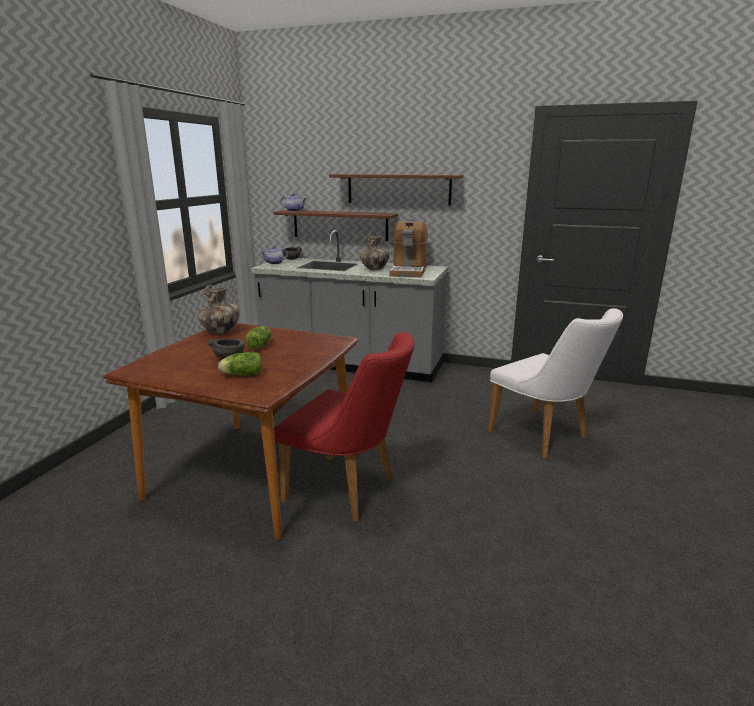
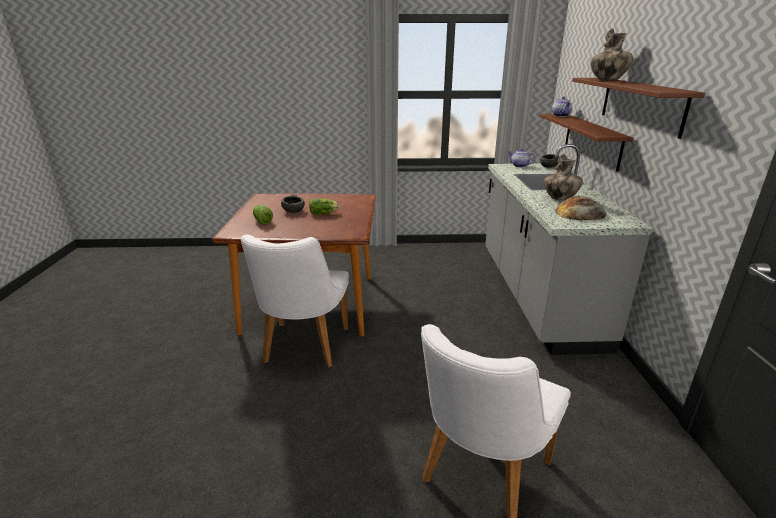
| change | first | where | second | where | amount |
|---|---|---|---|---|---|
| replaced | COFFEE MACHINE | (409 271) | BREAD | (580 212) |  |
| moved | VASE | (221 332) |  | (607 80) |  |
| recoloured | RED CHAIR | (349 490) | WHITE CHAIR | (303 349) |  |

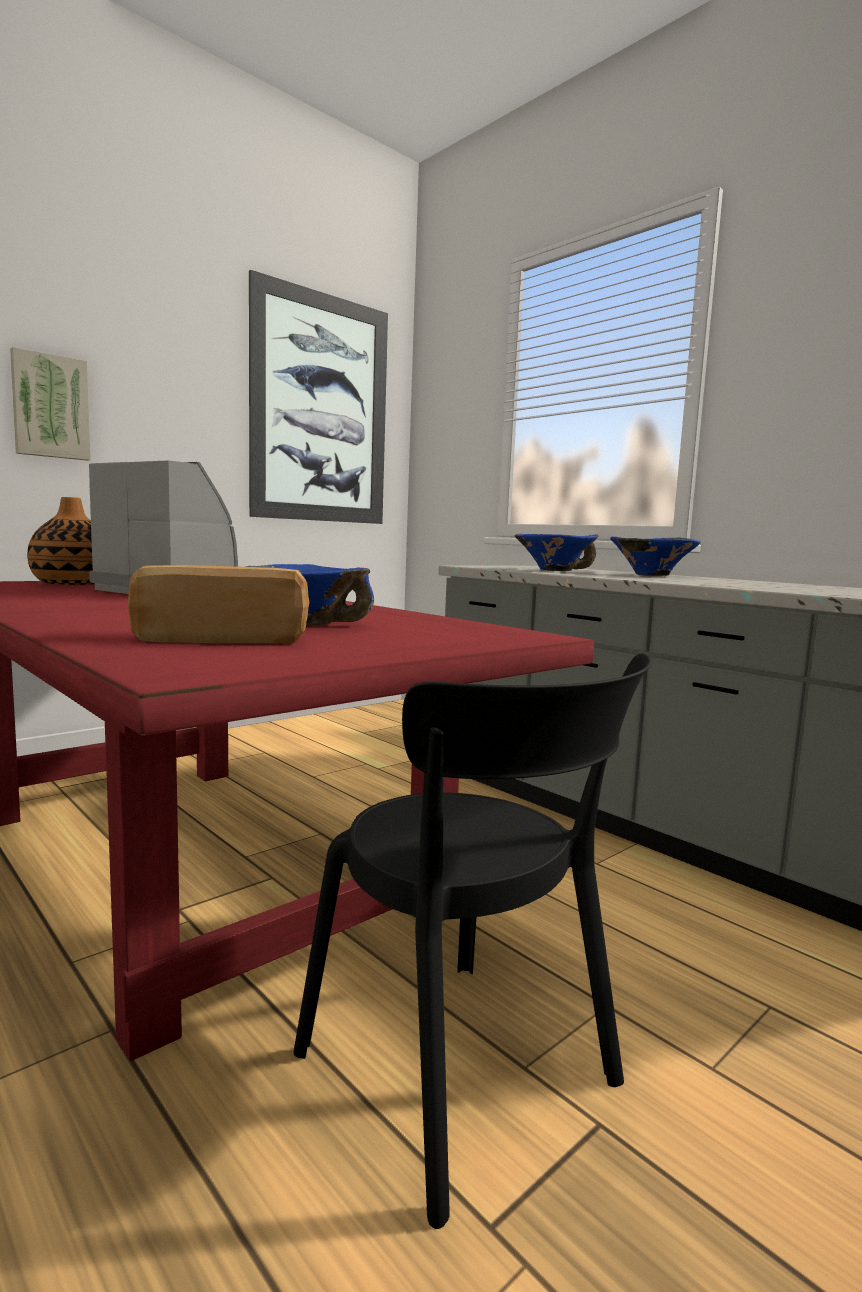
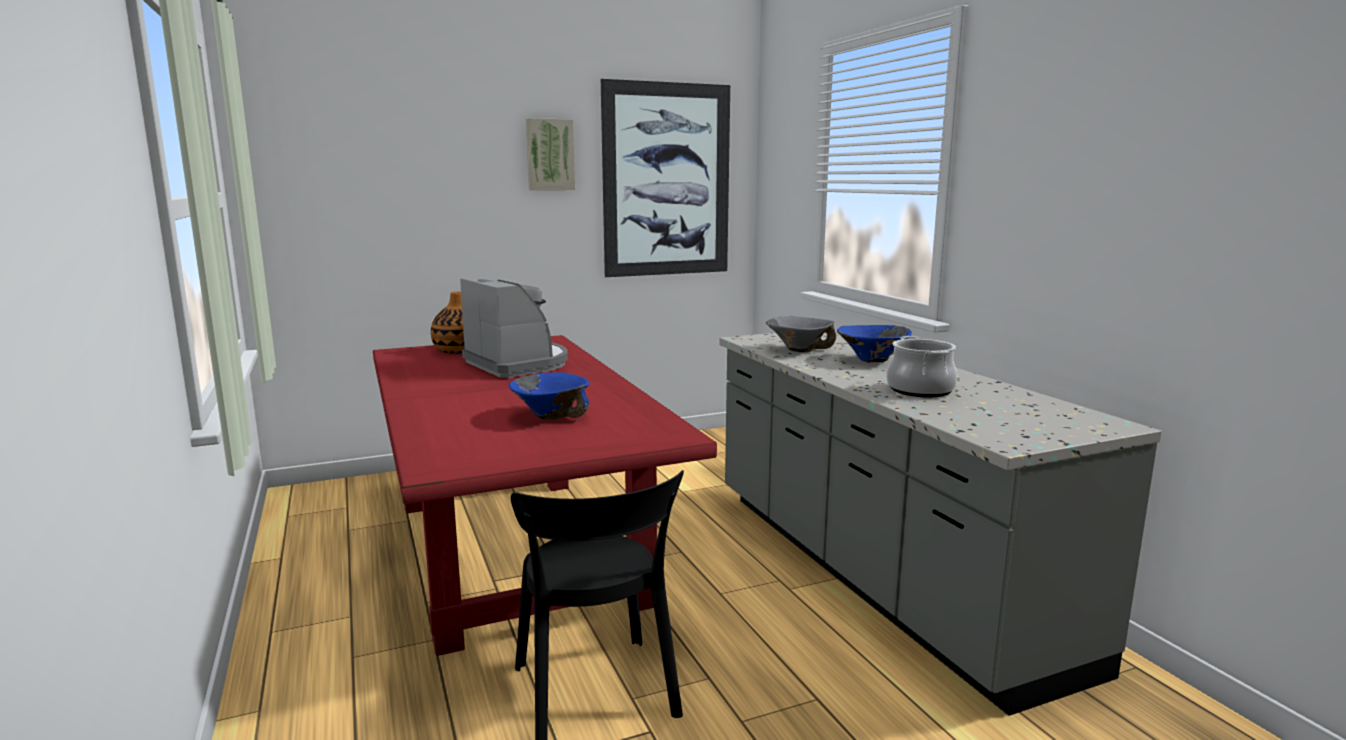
| change | first | where | second | where | amount |
|---|---|---|---|---|---|
| moved | PICTURE | (50 407) |  | (550 155) |  |
| recoloured | BLUE BOWL | (554 571) | GREY BOWL | (799 350) |  |
| removed | BREAD | (224 638) |  |  |  |
| added |  |  | COOKING POT | (919 390) |  |

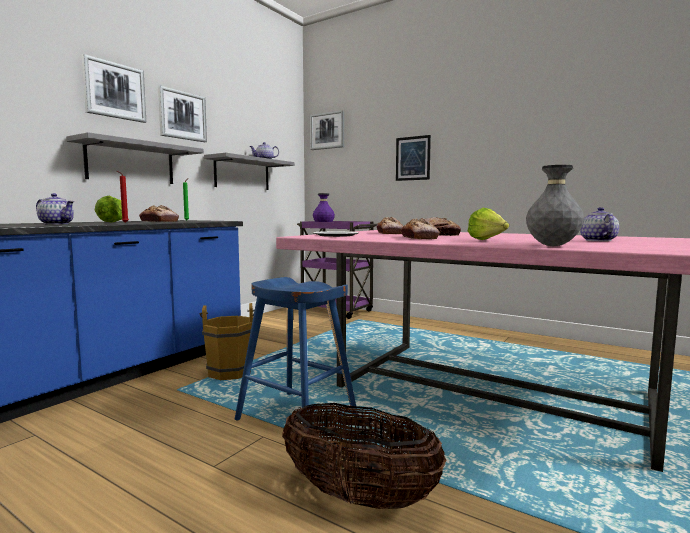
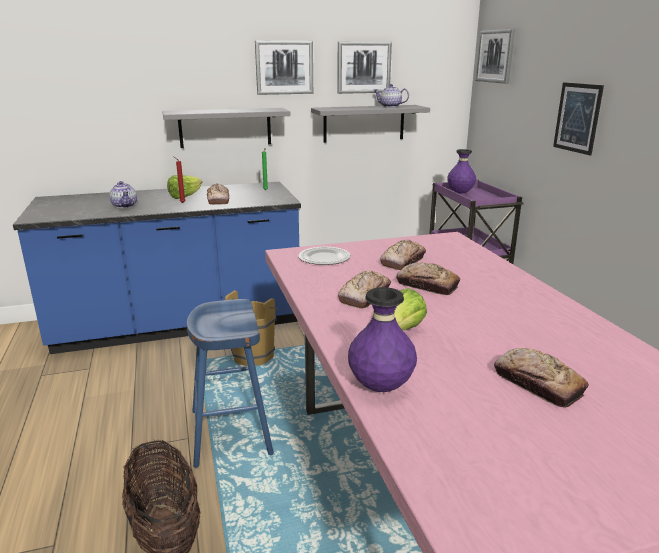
| change | first | where | second | where | amount |
|---|---|---|---|---|---|
| moved | PICTURE | (114 90) |  | (363 67) |  |
| recoloured | GREY VASE | (552 246) | PURPLE VASE | (380 387) |  |
| replaced | TEAPOT | (597 240) | BREAD | (537 384) |  |

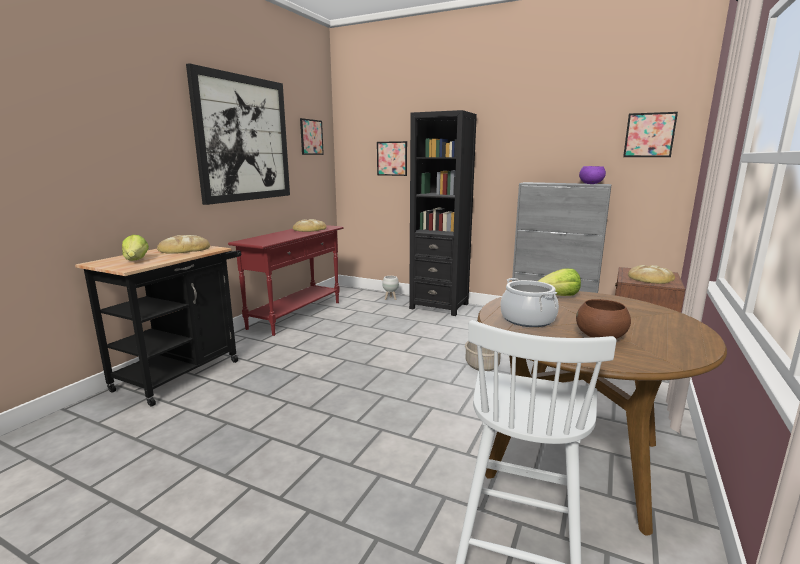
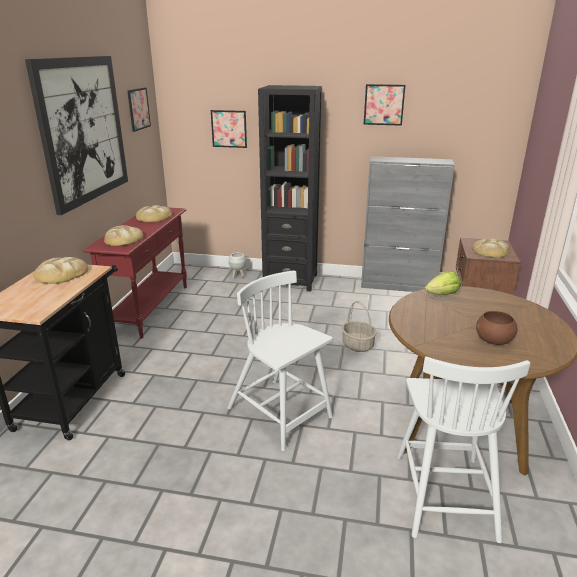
| change | first | where | second | where | amount |
|---|---|---|---|---|---|
| moved | PICTURE | (649 135) |  | (384 104) |  |
| removed | PURPLE BOWL | (590 184) |  |  |  |
| removed | LETTUCE | (136 260) |  |  |  |
| removed | COOKING POT | (528 319) |  |  |  |
| added |  |  | BREAD | (123 239) |  |
| added |  |  | WHITE CHAIR | (280 414) |  |

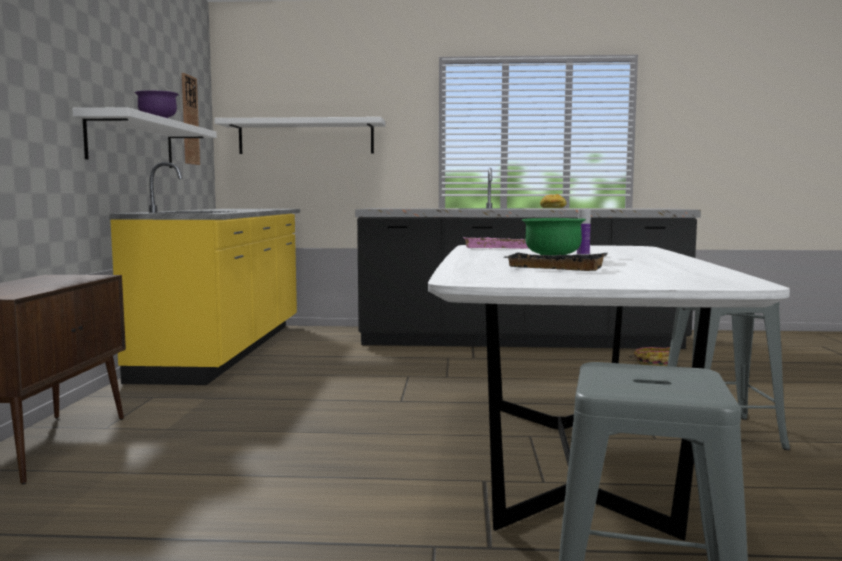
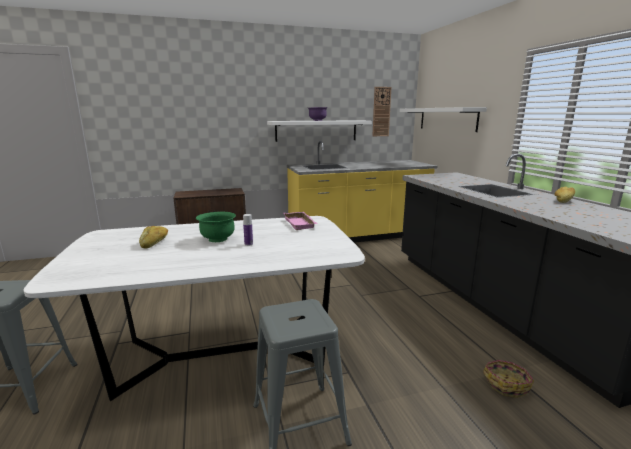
| change | first | where | second | where | amount |
|---|---|---|---|---|---|
| replaced | BLACK TRAY | (553 268) | BREAD | (155 242) |  |

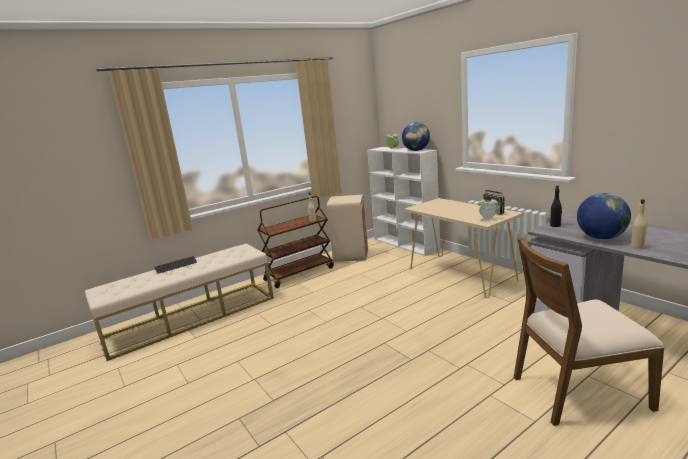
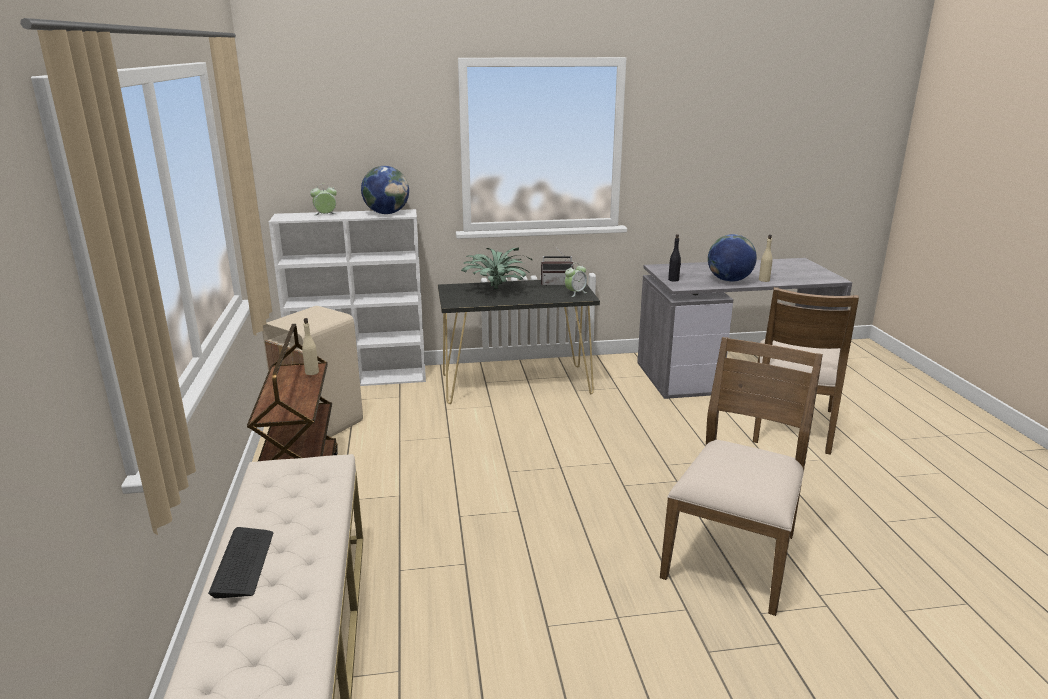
| change | first | where | second | where | amount |
|---|---|---|---|---|---|
| recoloured | BEIGE CONSOLE TABLE | (461 275) | BLACK CONSOLE TABLE | (517 384) |  |
| added |  |  | POTTED PLANT | (497 290) |  |
| added |  |  | BROWN CHAIR | (733 556) |  |

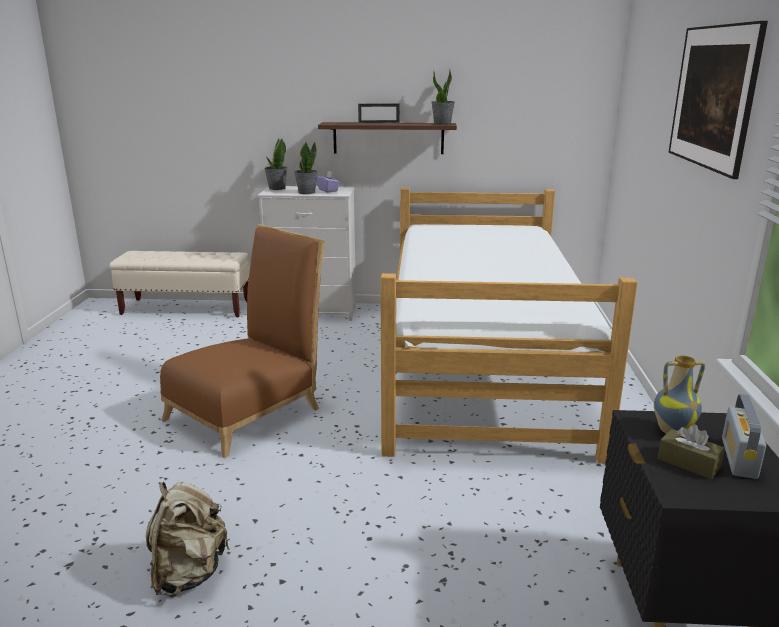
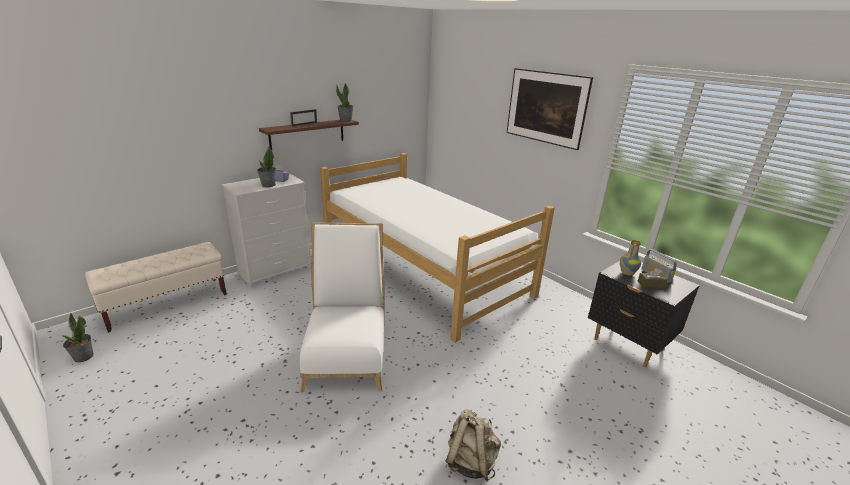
| change | first | where | second | where | amount |
|---|---|---|---|---|---|
| moved | POTTED PLANT | (276 188) |  | (83 357) |  |
| recoloured | BROWN CHAIR | (250 410) | WHITE CHAIR | (347 354) |  |

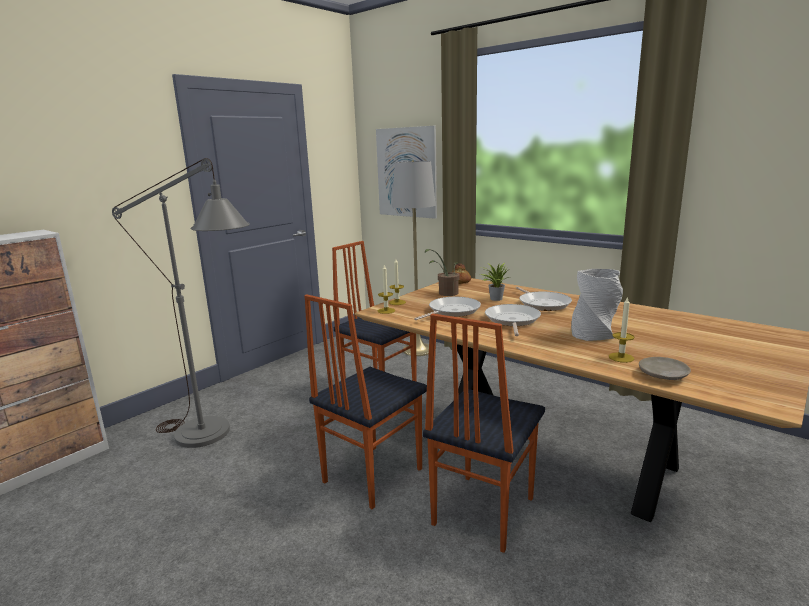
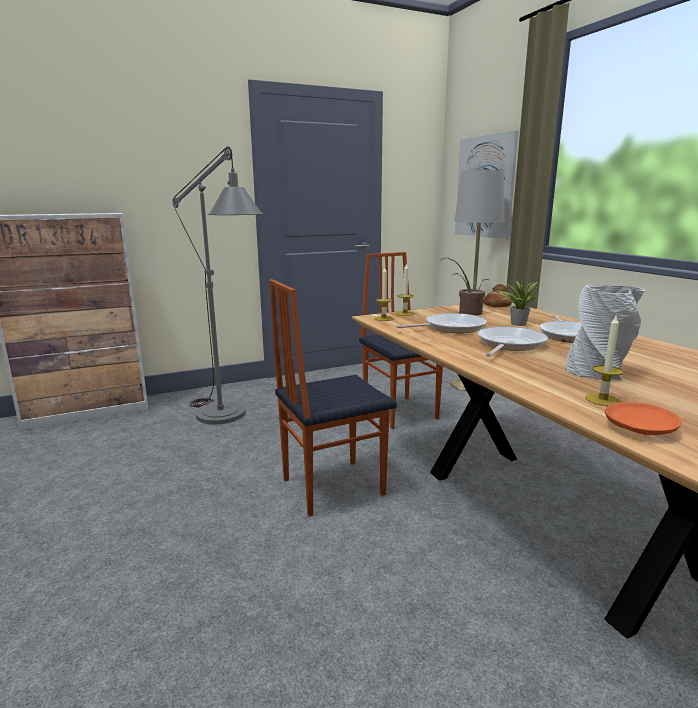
| change | first | where | second | where | amount |
|---|---|---|---|---|---|
| removed | CHAIR | (481 511) |  |  |  |
| recoloured | BEIGE PLATE | (662 375) | ORANGE PLATE | (639 428) |  |

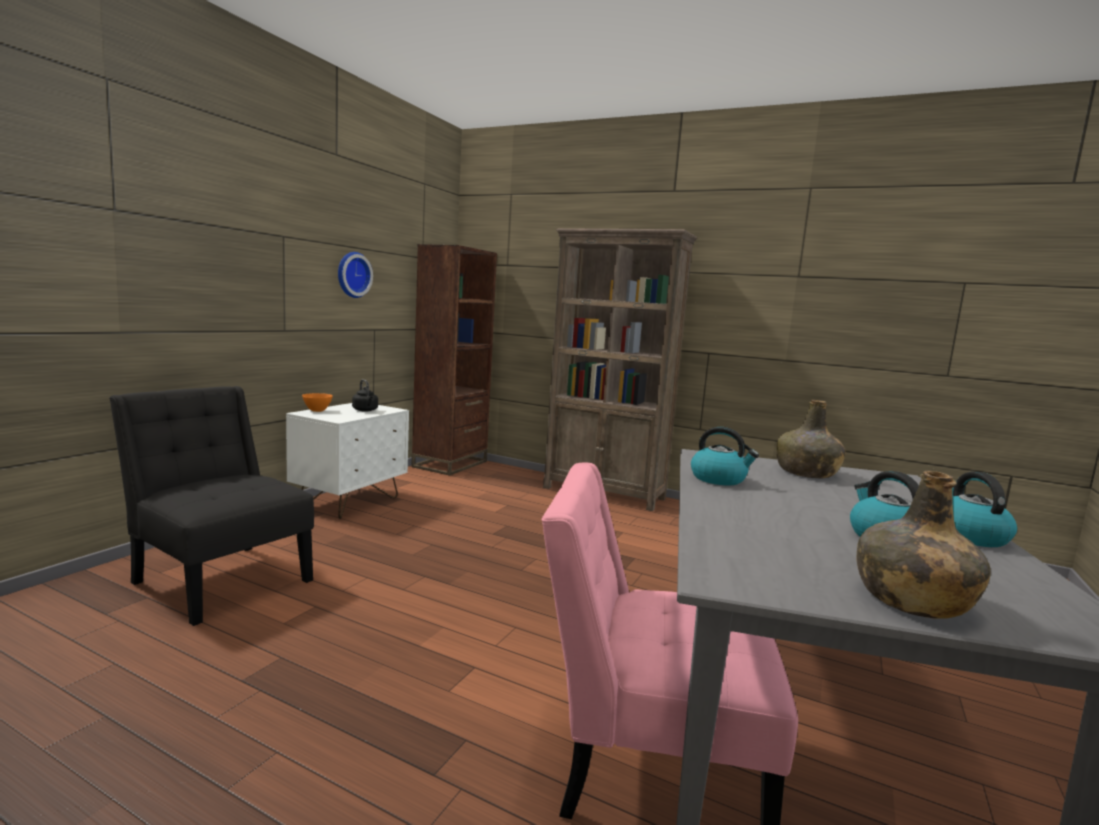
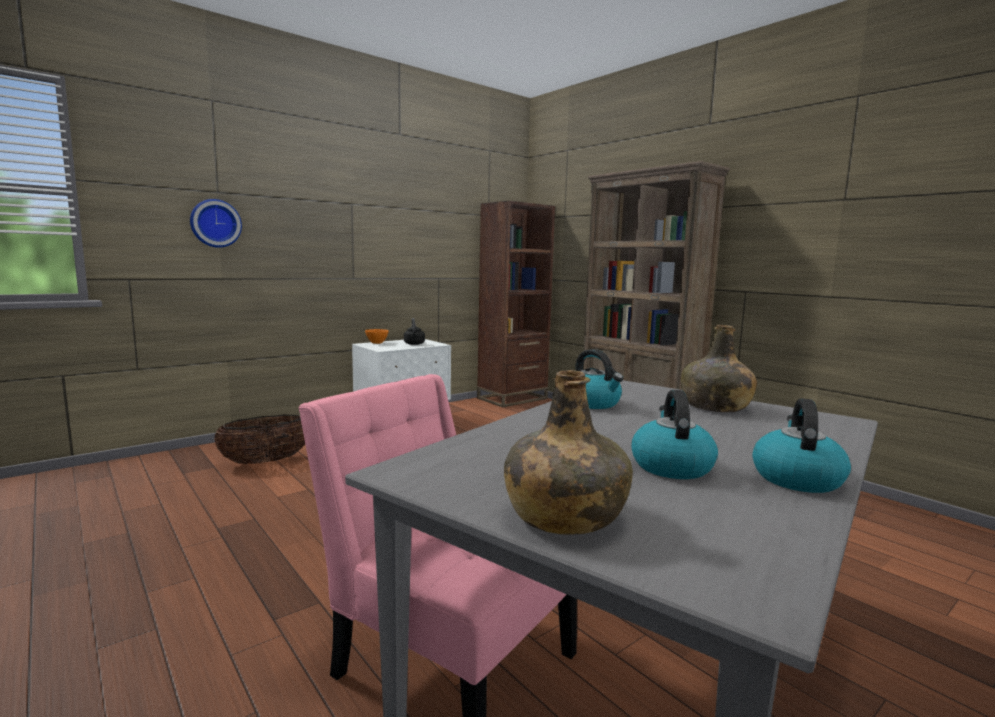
| change | first | where | second | where | amount |
|---|---|---|---|---|---|
| moved | WALL CLOCK | (352 274) |  | (215 223) |  |
| replaced | BLACK CHAIR | (219 579) | BASKET | (266 462) |  |

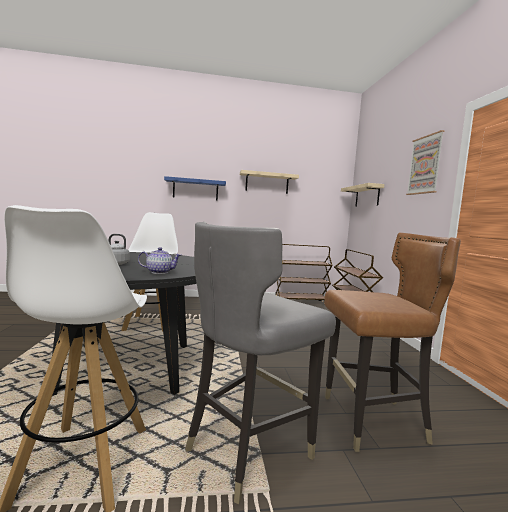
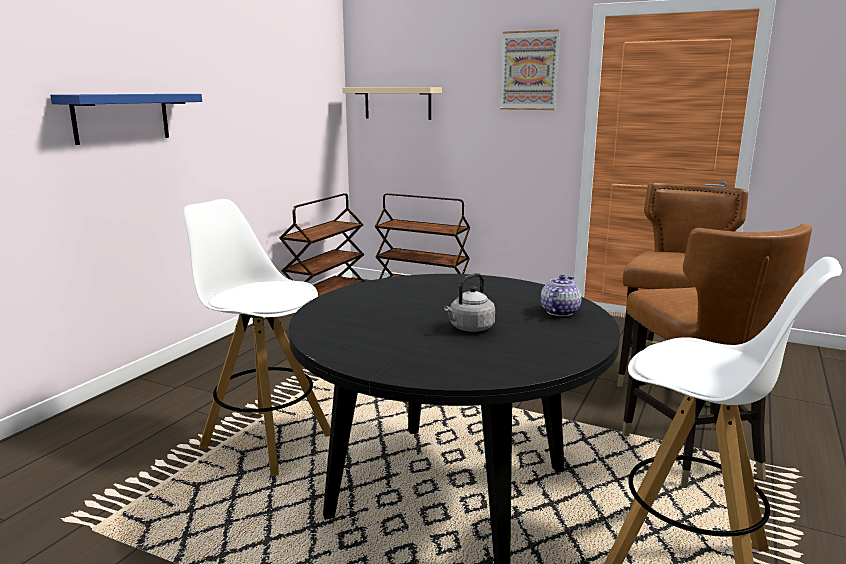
| change | first | where | second | where | amount |
|---|---|---|---|---|---|
| removed | BEIGE SHELF | (267 183) |  |  |  |
| recoloured | GREY CHAIR | (248 449) | BROWN CHAIR | (691 453) |  |

